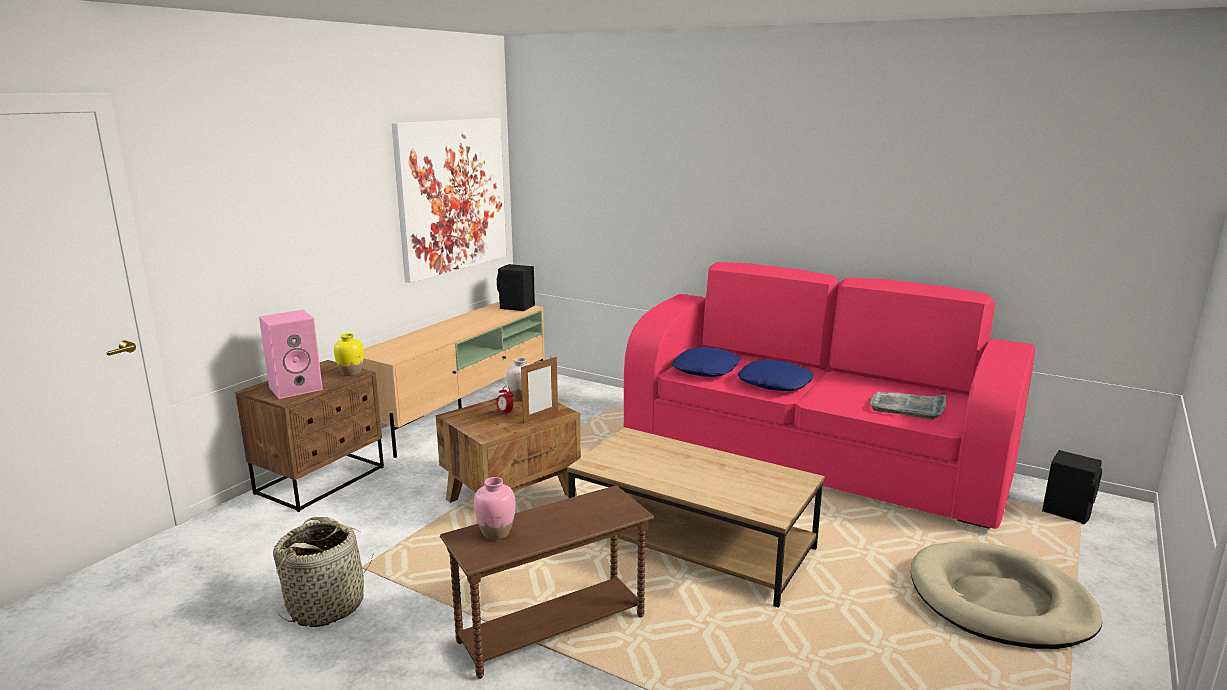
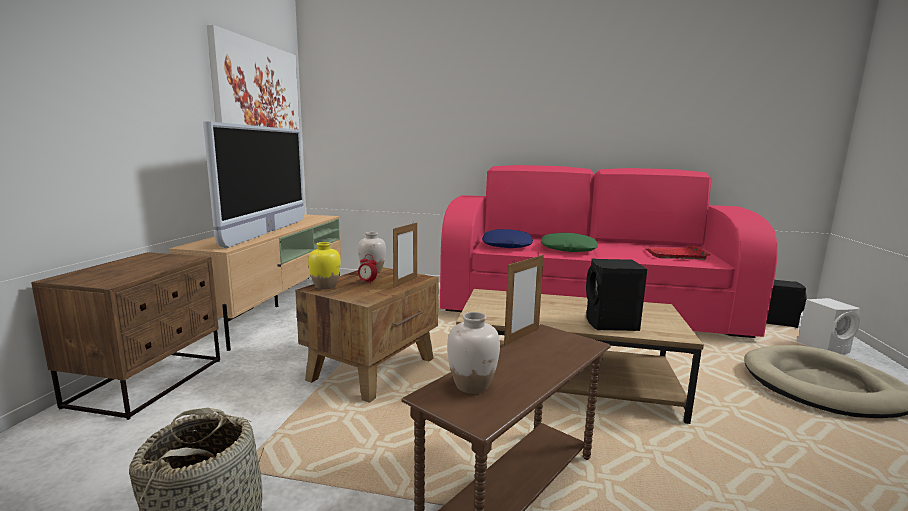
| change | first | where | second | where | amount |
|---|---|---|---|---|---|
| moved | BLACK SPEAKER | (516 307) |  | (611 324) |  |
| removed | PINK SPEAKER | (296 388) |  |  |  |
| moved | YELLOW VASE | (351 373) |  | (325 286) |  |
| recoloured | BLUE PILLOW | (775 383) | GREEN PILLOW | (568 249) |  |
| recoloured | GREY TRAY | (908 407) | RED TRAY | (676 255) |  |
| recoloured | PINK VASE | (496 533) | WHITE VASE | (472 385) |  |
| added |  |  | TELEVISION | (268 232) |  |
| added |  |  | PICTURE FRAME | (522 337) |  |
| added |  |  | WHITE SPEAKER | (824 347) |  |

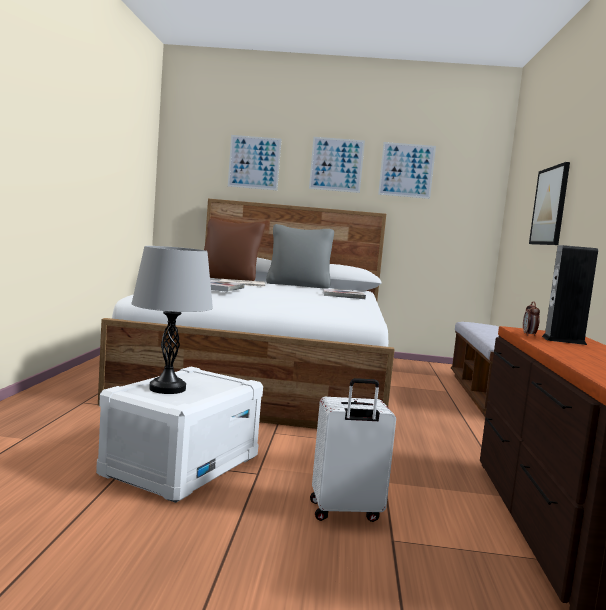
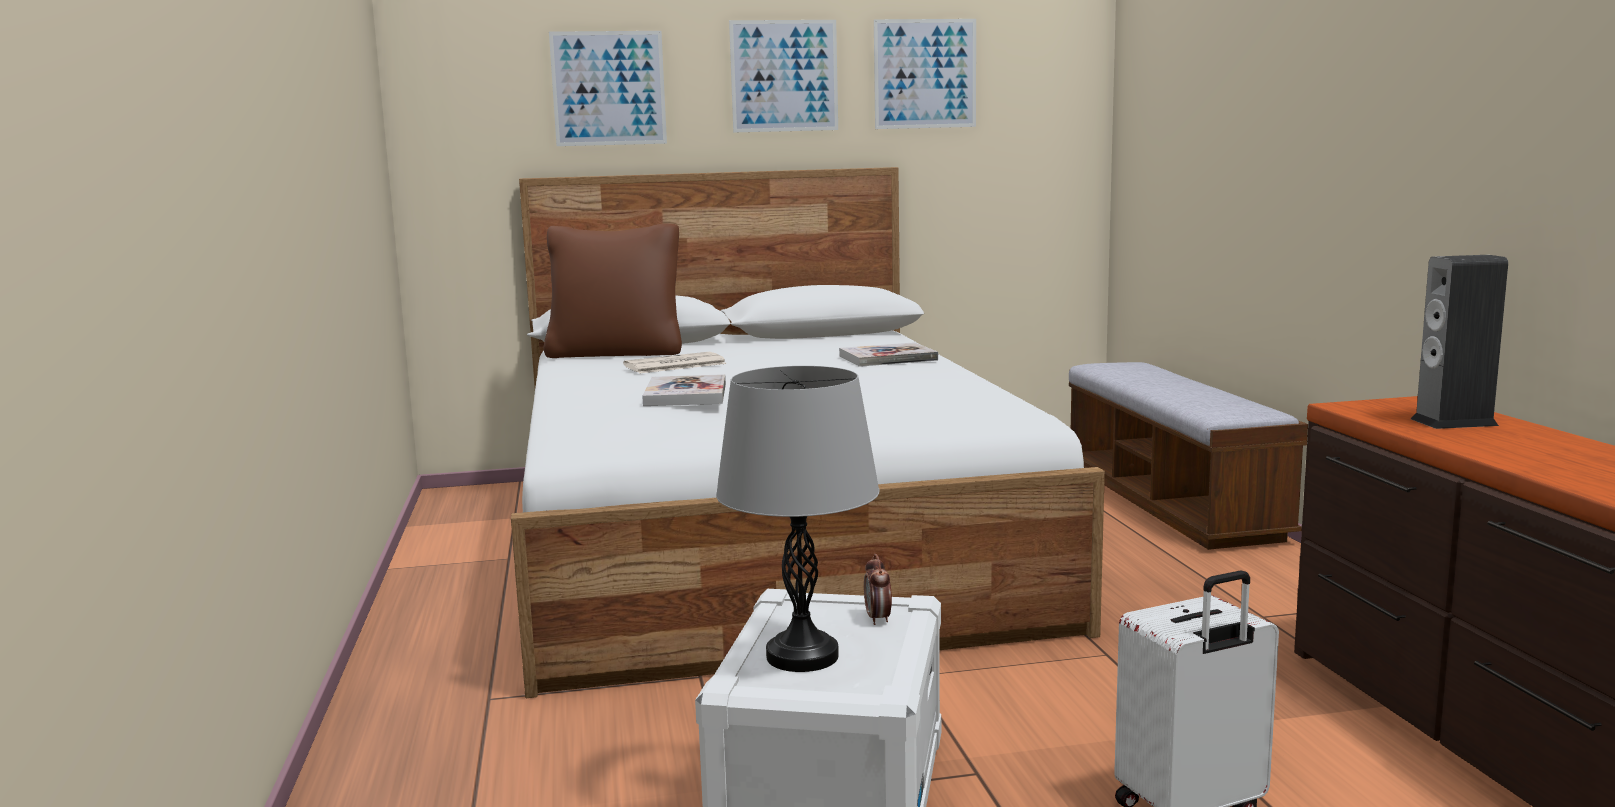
| change | first | where | second | where | amount |
|---|---|---|---|---|---|
| removed | PICTURE | (550 206) |  |  |  |
| removed | GREY PILLOW | (298 285) |  |  |  |
| moved | ALARM CLOCK | (529 335) |  | (878 619) |  |

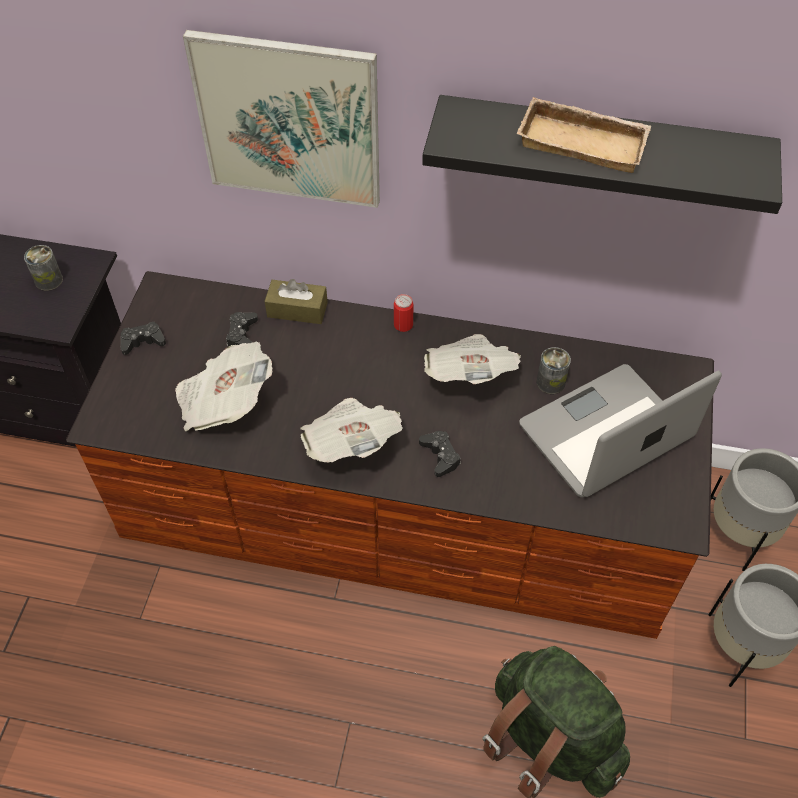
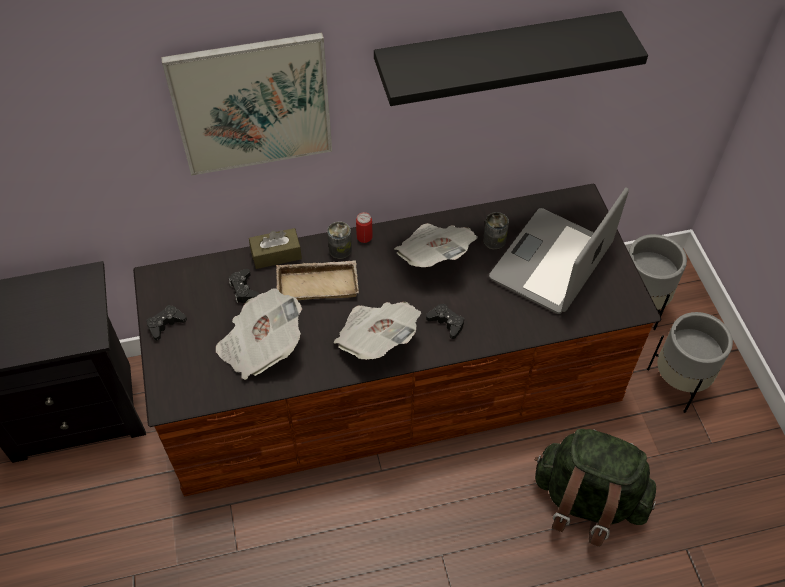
| change | first | where | second | where | amount |
|---|---|---|---|---|---|
| moved | BEIGE TRAY | (584 141) |  | (318 283) |  |
| moved | CAN | (49 280) |  | (340 249) |  |

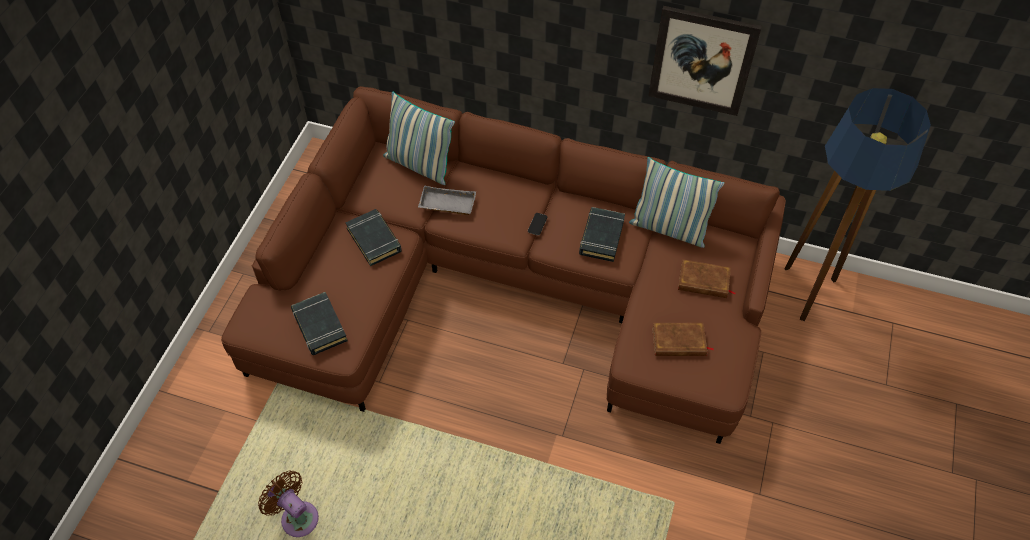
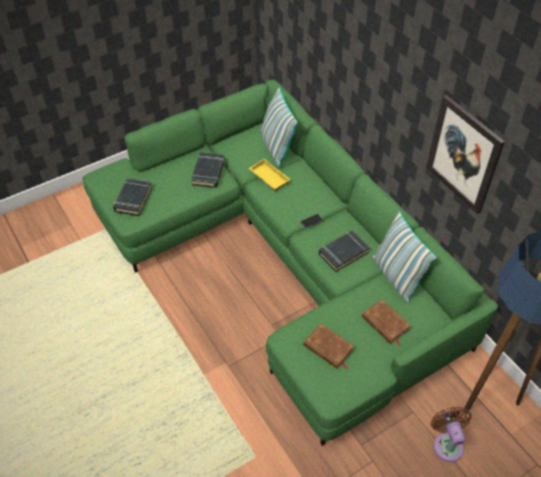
| change | first | where | second | where | amount |
|---|---|---|---|---|---|
| recoloured | BROWN SOFA | (510 285) | GREEN SOFA | (286 259) |  |
| recoloured | GREY TRAY | (446 205) | YELLOW TRAY | (268 177) |  |
| moved | BROWN FAN | (297 516) |  | (447 444) |  |

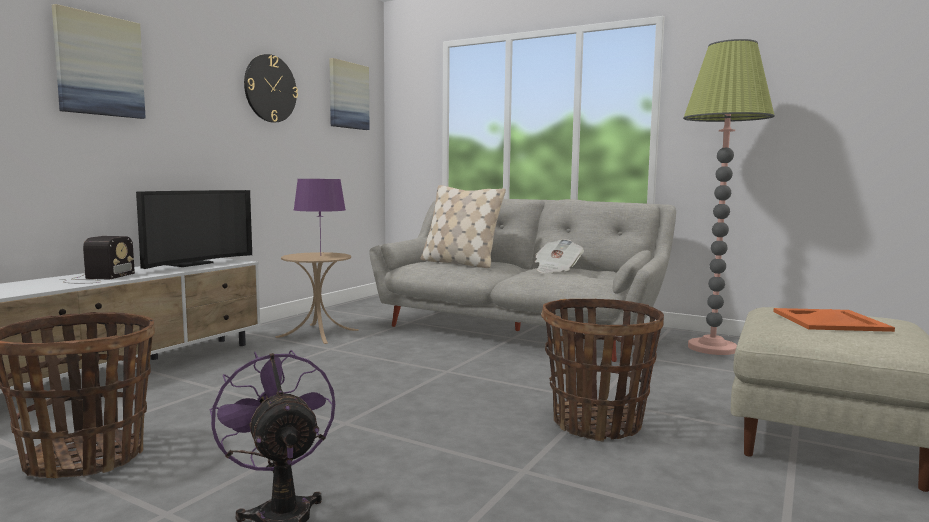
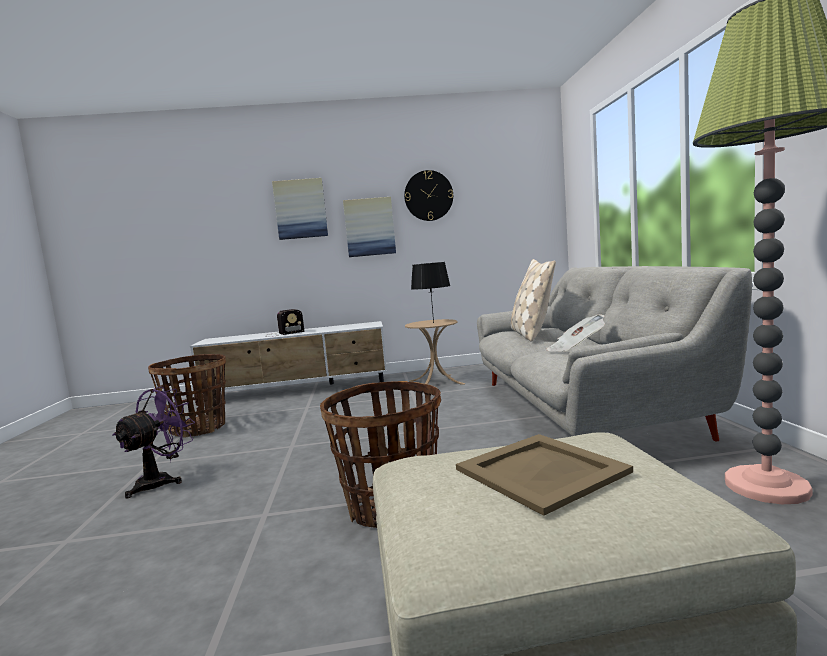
| change | first | where | second | where | amount |
|---|---|---|---|---|---|
| moved | PICTURE | (348 95) |  | (369 227) |  |
| recoloured | PURPLE TABLE LAMP | (320 256) | BLACK TABLE LAMP | (433 322) |  |
| removed | TELEVISION | (190 264) |  |  |  |
| recoloured | ORANGE TRAY | (829 321) | BEIGE TRAY | (539 471) |  |

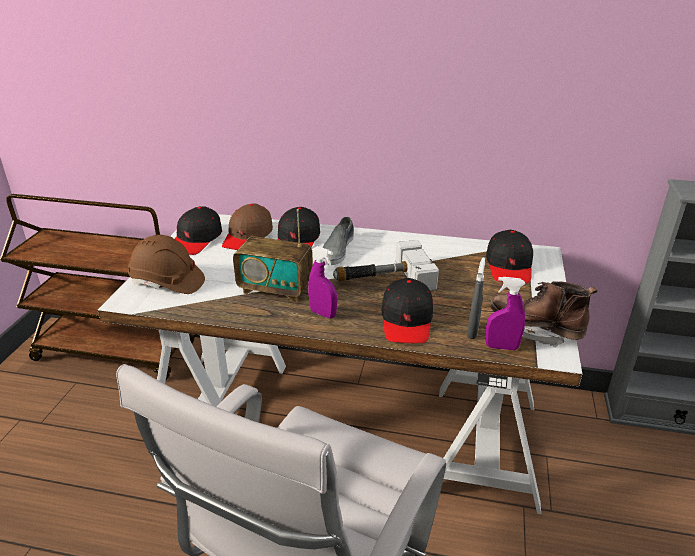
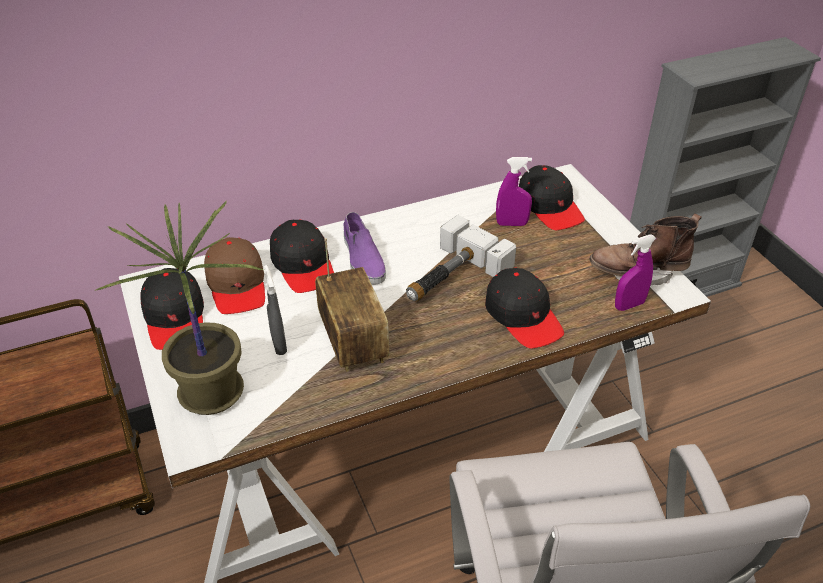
| change | first | where | second | where | amount |
|---|---|---|---|---|---|
| turned | RADIO | (275 289) |  | (353 342) | 90 degrees counterclockwise |
| recoloured | GREY SHOE | (337 249) | PURPLE SHOE | (363 258) |  |
| replaced | BROWN HARD HAT | (167 282) | POTTED PLANT | (213 395) |  |
| moved | PURPLE SPRAY BOTTLE | (323 313) |  | (512 224) |  |
| moved | GREY SPRAY BOTTLE | (472 331) |  | (279 344) |  |

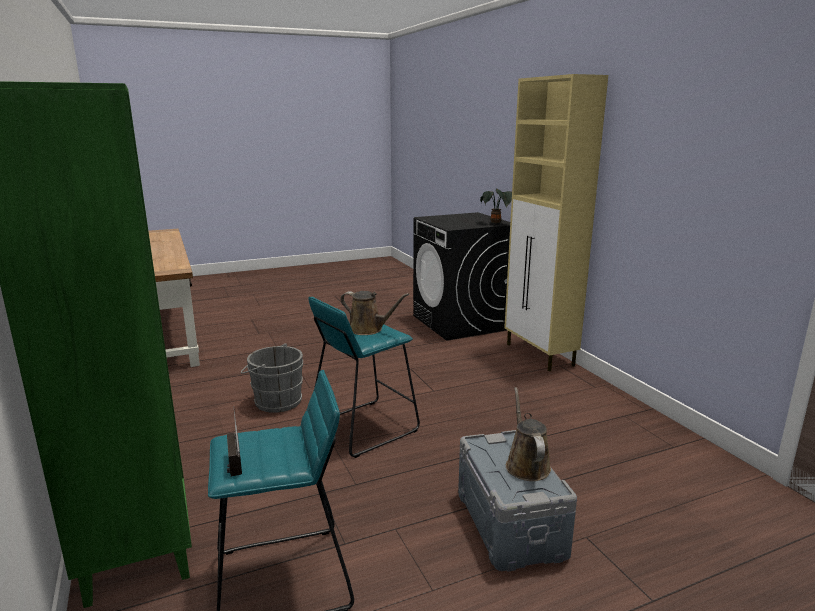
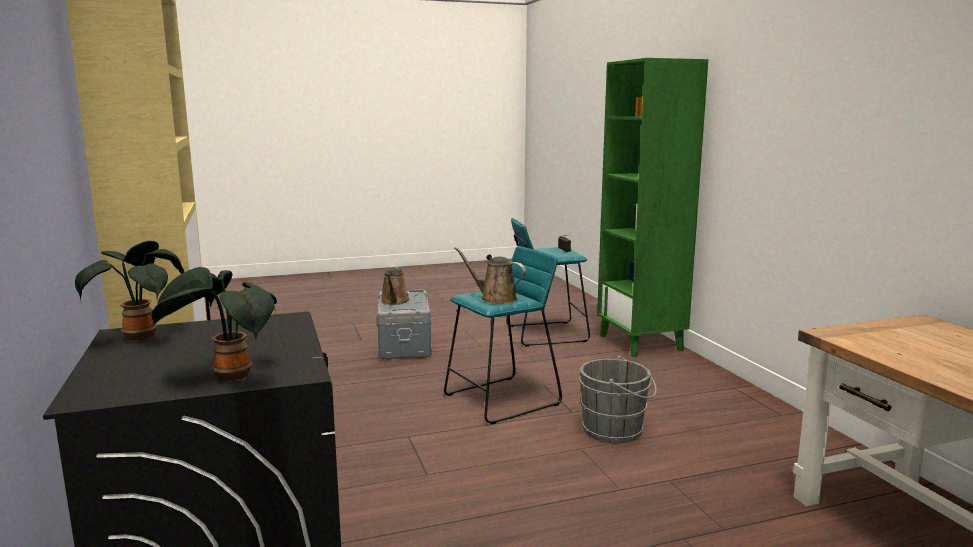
| change | first | where | second | where | amount |
|---|---|---|---|---|---|
| added |  |  | POTTED PLANT | (228 378) |  |

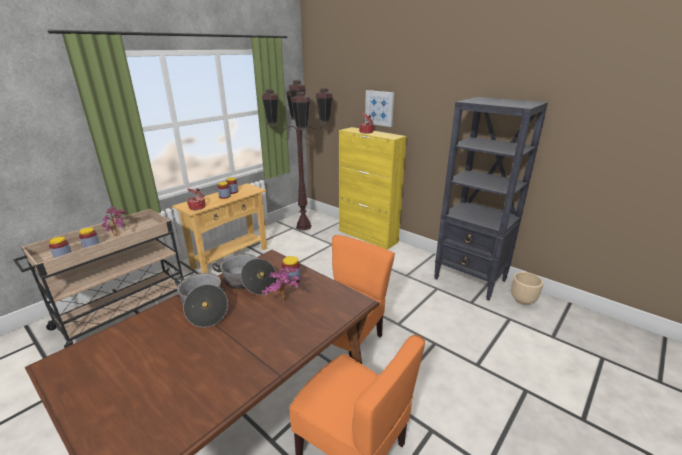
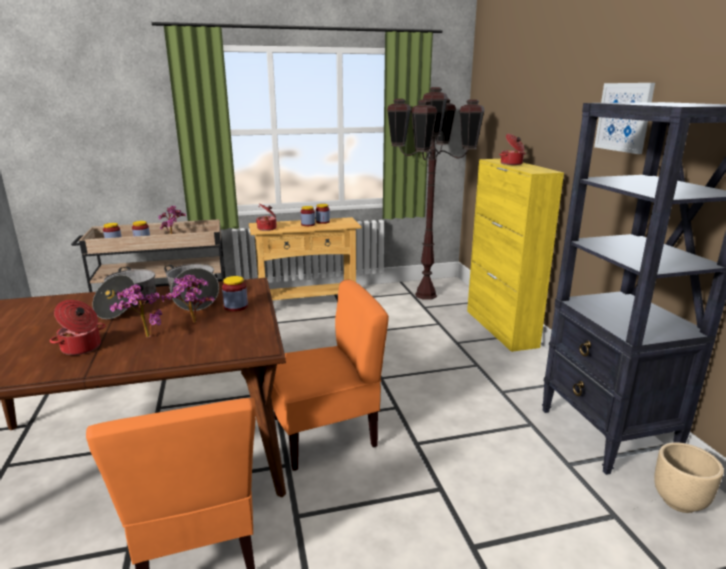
| change | first | where | second | where | amount |
|---|---|---|---|---|---|
| moved | PICTURE | (379 108) |  | (624 117) |  |
| added |  |  | POTTED PLANT | (144 337) |  |
| added |  |  | COOKING POT | (82 348) |  |

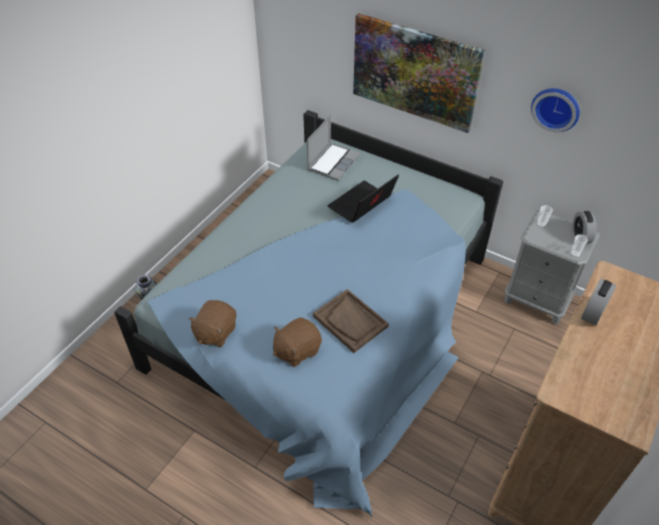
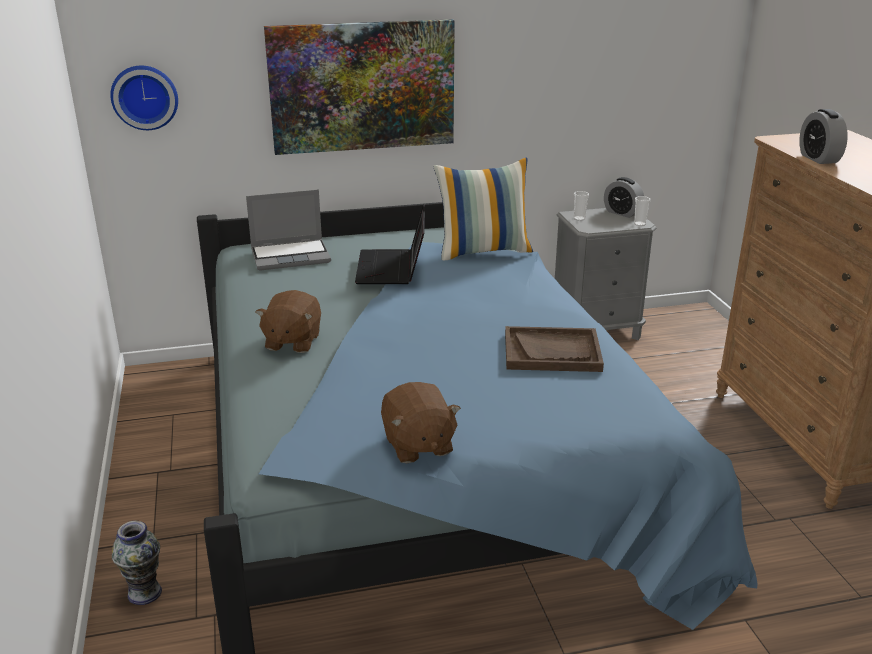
| change | first | where | second | where | amount |
|---|---|---|---|---|---|
| moved | WALL CLOCK | (556 108) |  | (145 97) |  |
| turned | LAPTOP | (333 162) |  | (291 256) | 90 degrees clockwise |
| moved | BROWN PLUSH TOY | (297 350) |  | (292 342) |  |
| added |  |  | PILLOW | (483 251) |  |

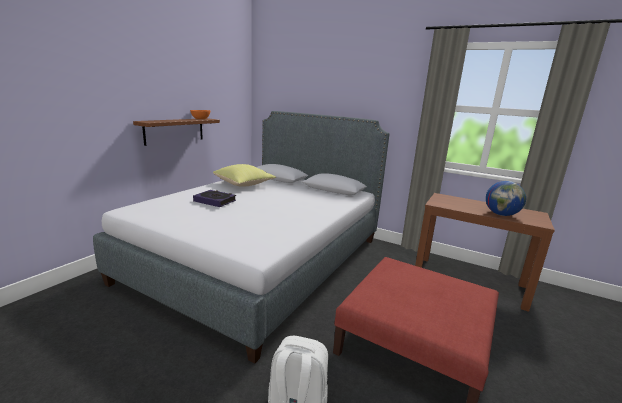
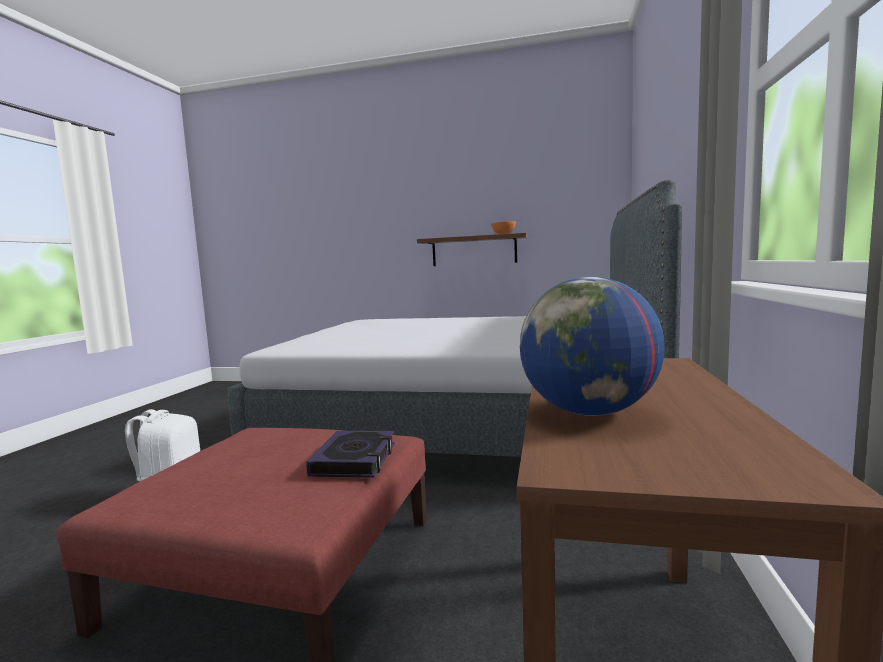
| change | first | where | second | where | amount |
|---|---|---|---|---|---|
| removed | YELLOW PILLOW | (244 185) |  |  |  |
| moved | BOOK | (215 201) |  | (355 460) |  |

